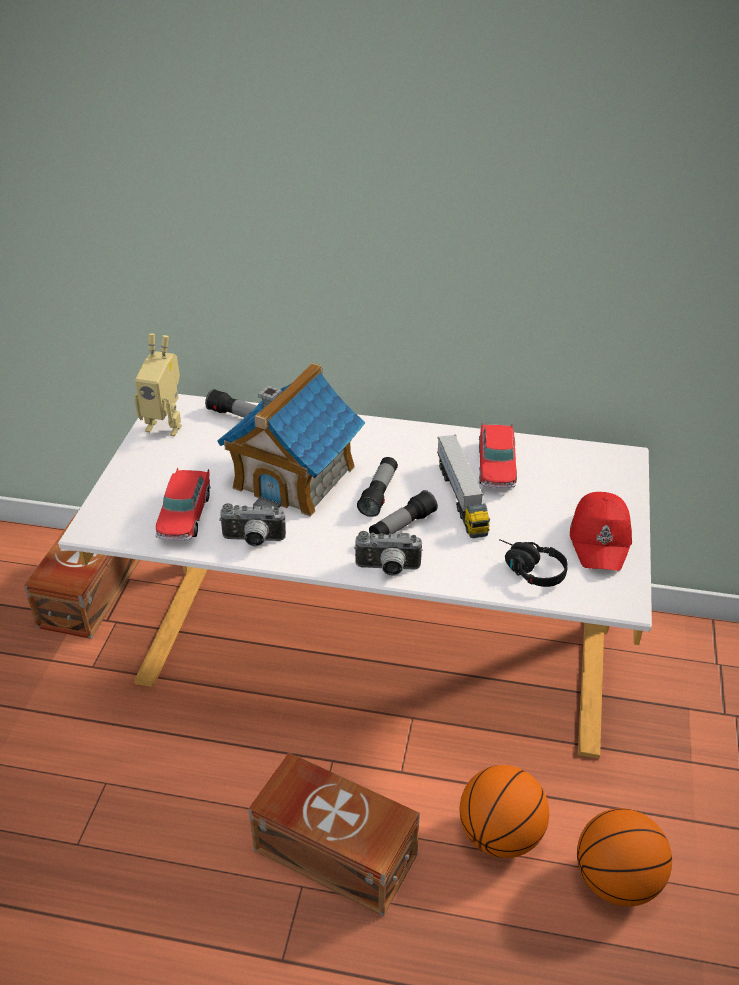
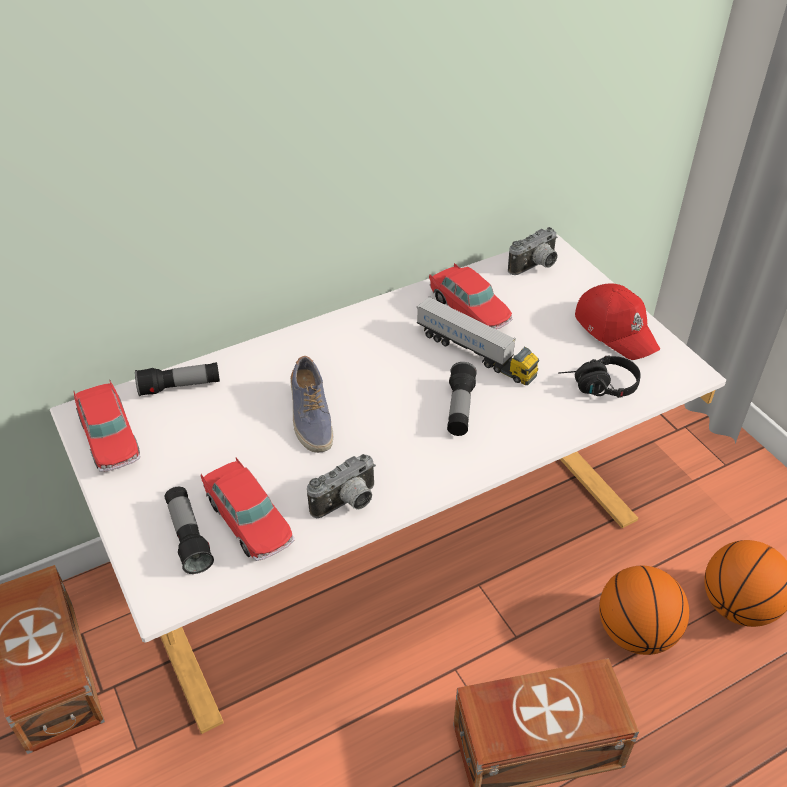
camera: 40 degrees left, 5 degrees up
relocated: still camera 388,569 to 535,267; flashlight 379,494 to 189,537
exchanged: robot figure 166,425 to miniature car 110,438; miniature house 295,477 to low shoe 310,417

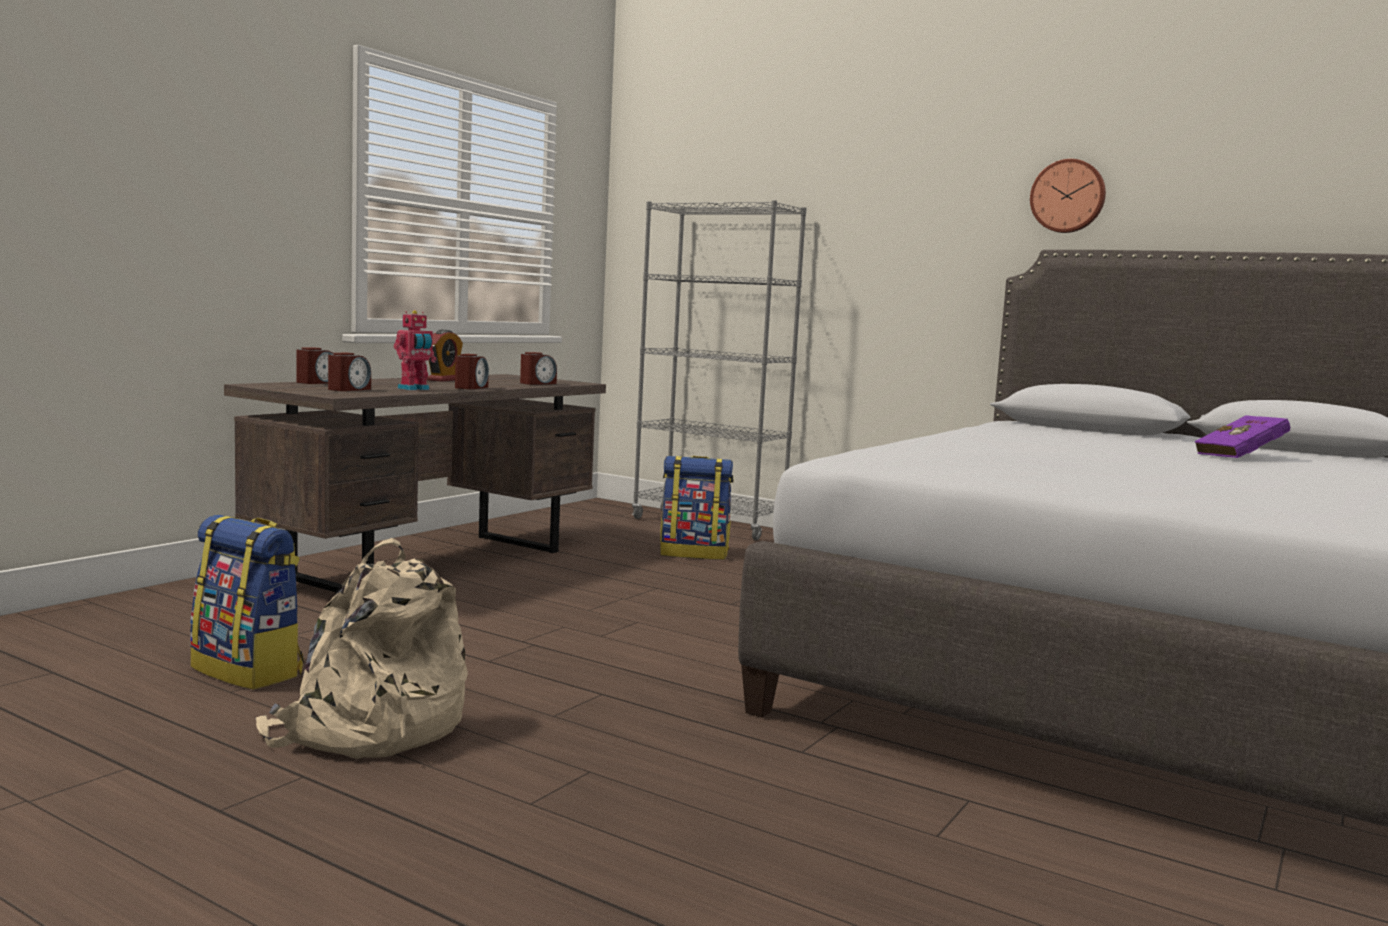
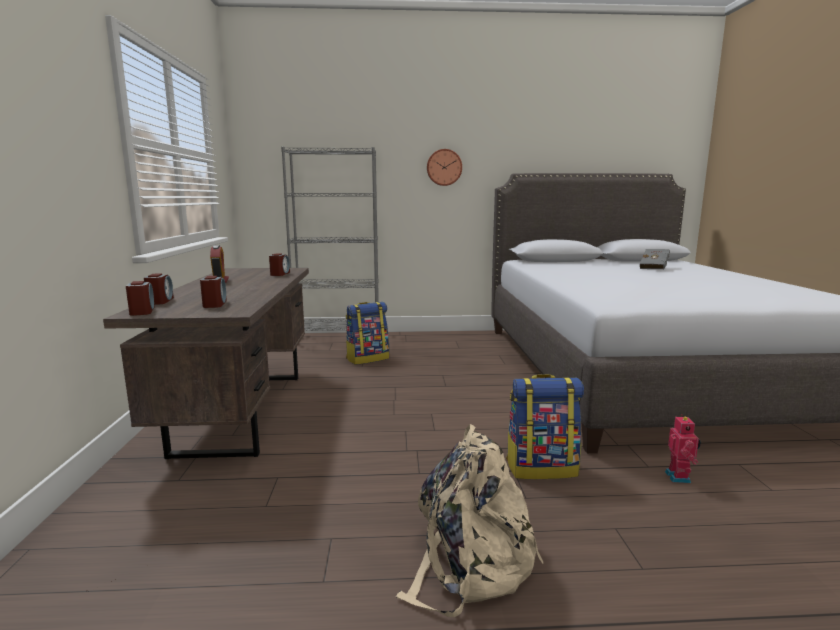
camera: 35 degrees left, 5 degrees up
relocated: knapsack 249,671 to 541,467; robot figure 414,389 to 679,477; table clock 471,387 to 142,311; hanging clock 1068,196 to 444,167
colour: book in purple-coloured 1243,457 to book in gray 654,268

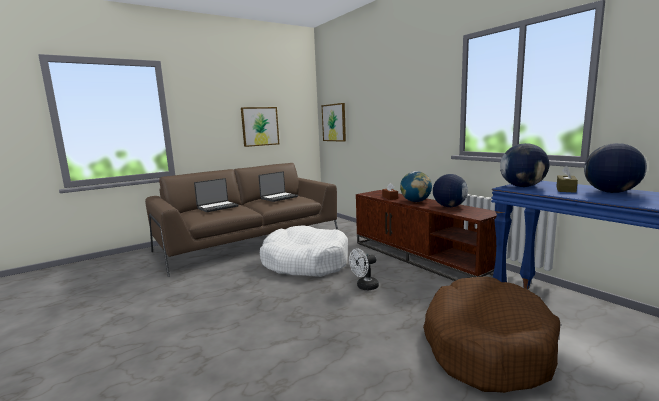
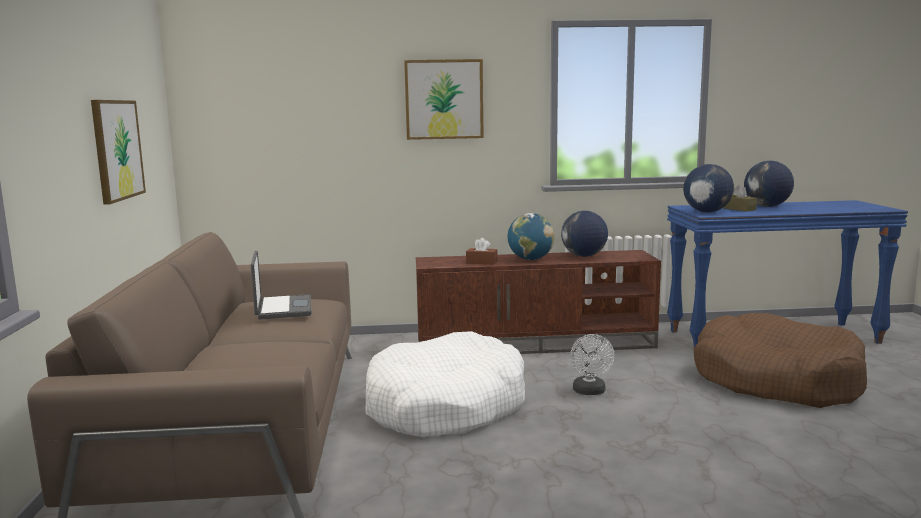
camera: 60 degrees left, 0 degrees up
missing: laptop 217,207
relocated: picture 334,122 to 444,99

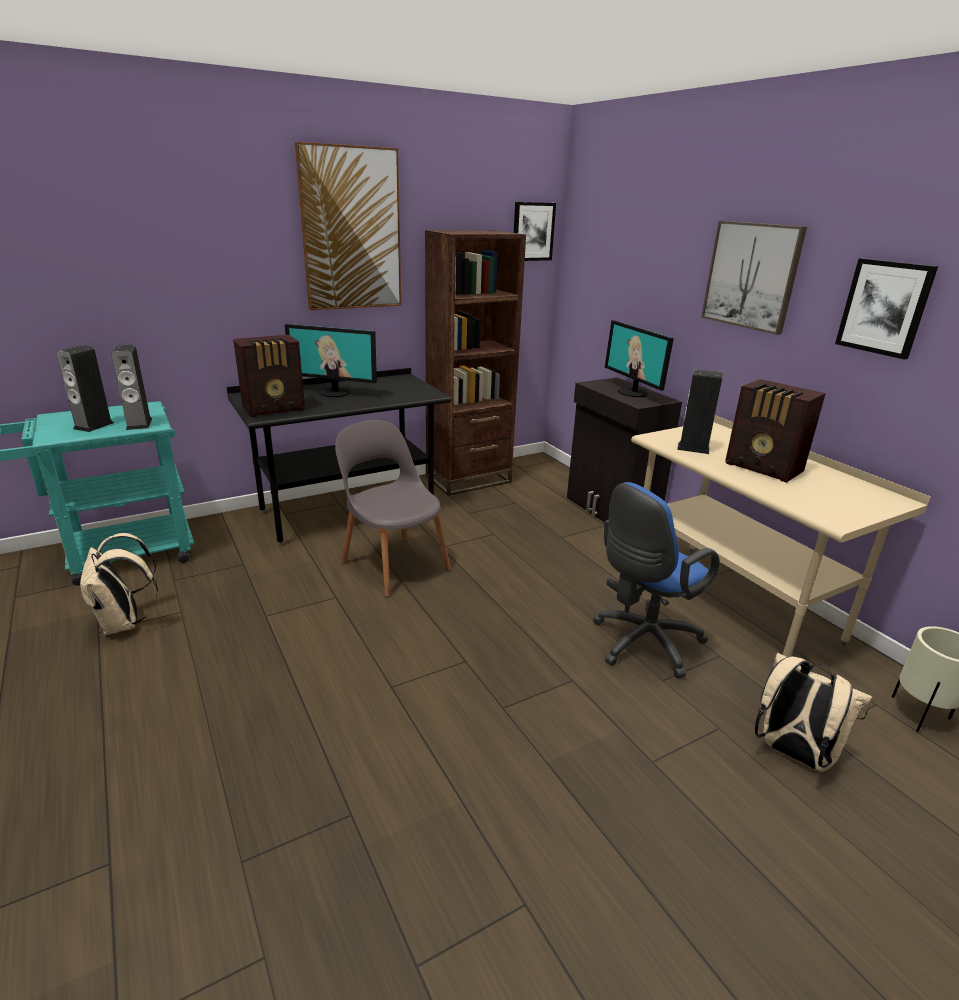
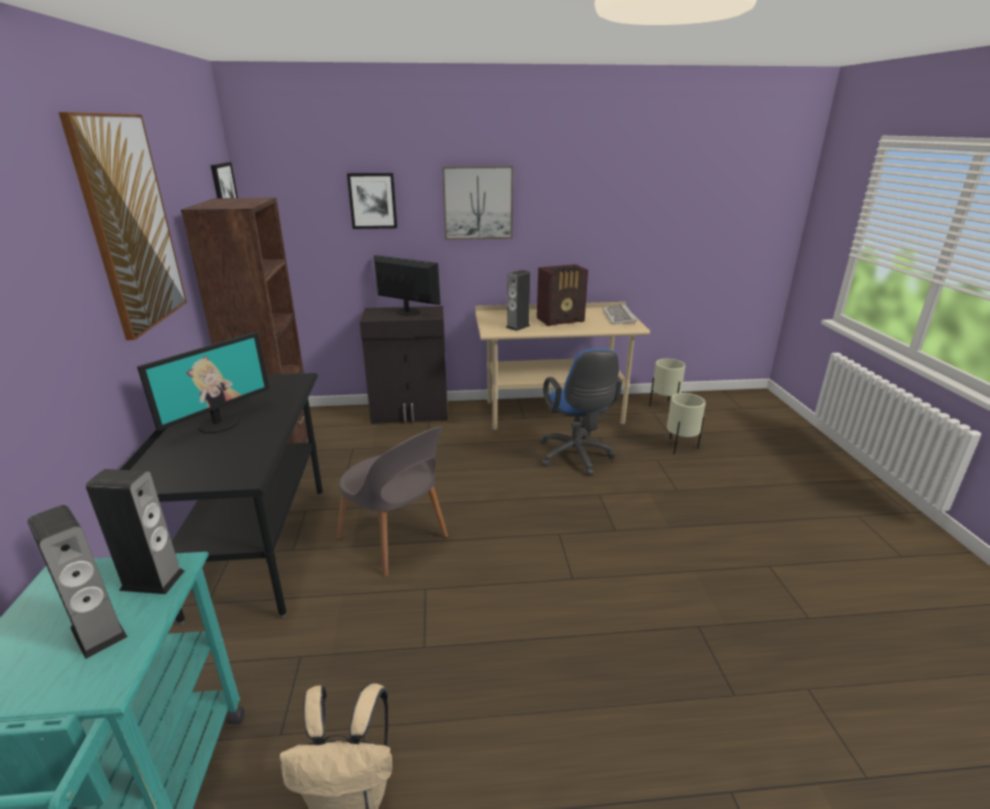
camera: 65 degrees left, 0 degrees up
missing: radio receiver 275,409
appeared: PC keyboard 619,317
relocated: picture 884,307 to 372,201
exchanged: knapsack in beige 792,753 to plant pot in beige 680,447
spun: chair in gray 393,563 = 395,540 120 degrees counterclockwise; computer display 633,392 = 407,312 150 degrees counterclockwise

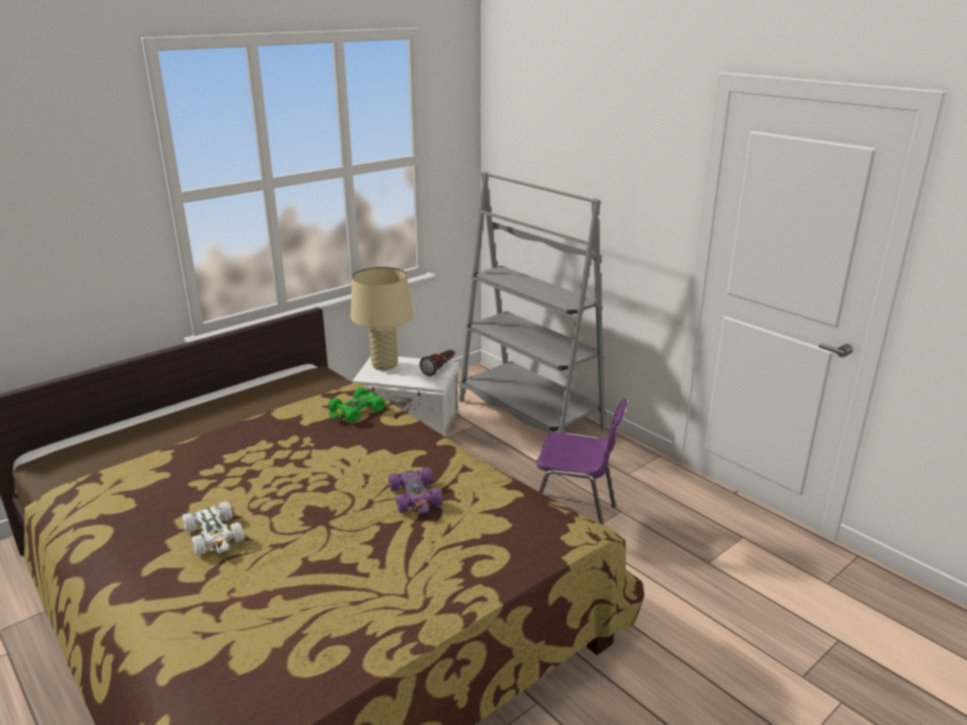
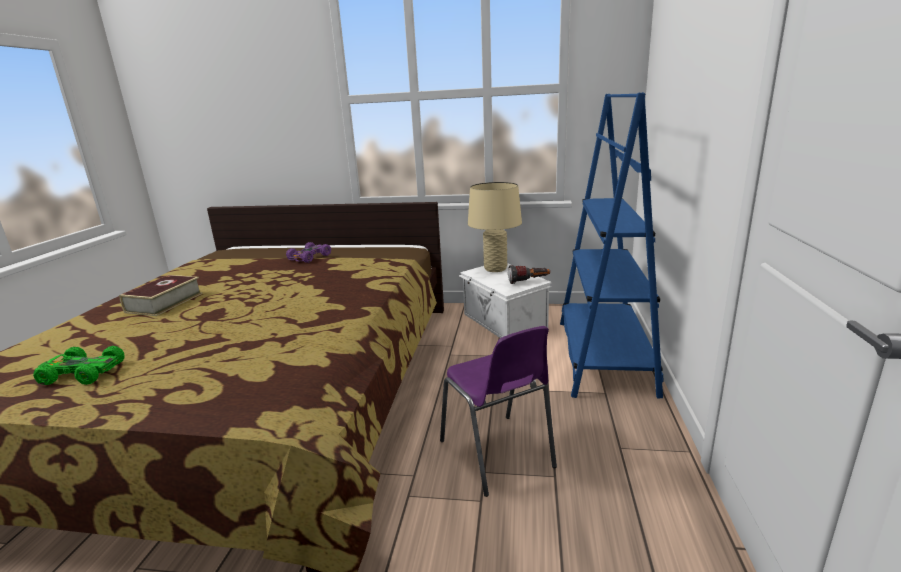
camera: 50 degrees right, 5 degrees down
relocated: miniature car in green-coloured 356,411 to 82,373; miniature car in purple-coloured 416,498 to 309,257
exchanged: miniature car in white 215,536 to book 164,302
colour: bookshelf in gray 529,415 to bookshelf in blue-coloured 603,356

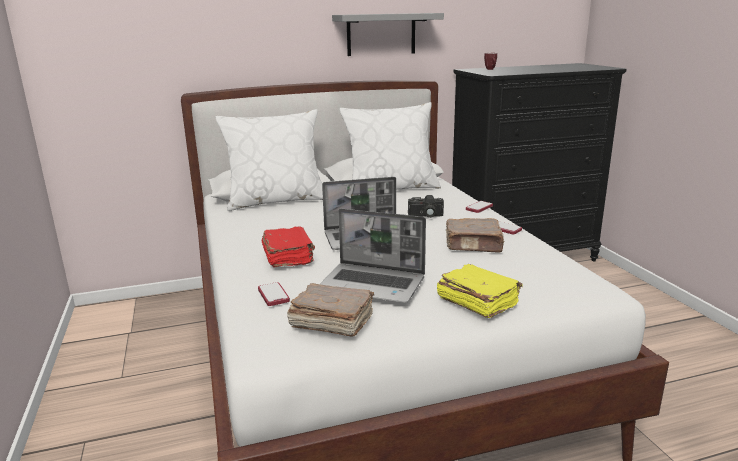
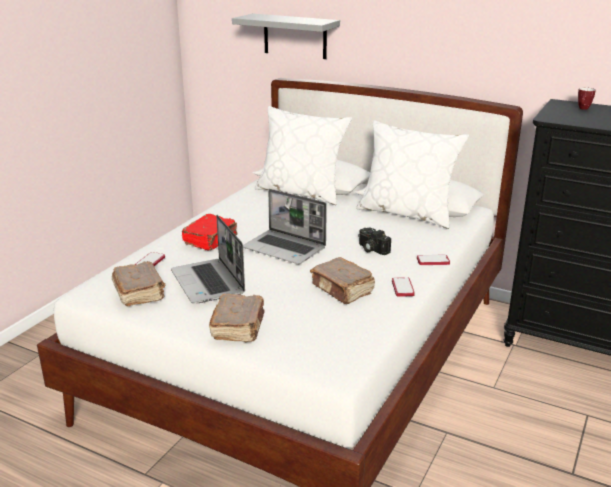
camera: 45 degrees right, 5 degrees up
relocated: bracket shelf in gray 381,34 to 295,36
colour: book in yellowish 477,302 to book in brown 239,327

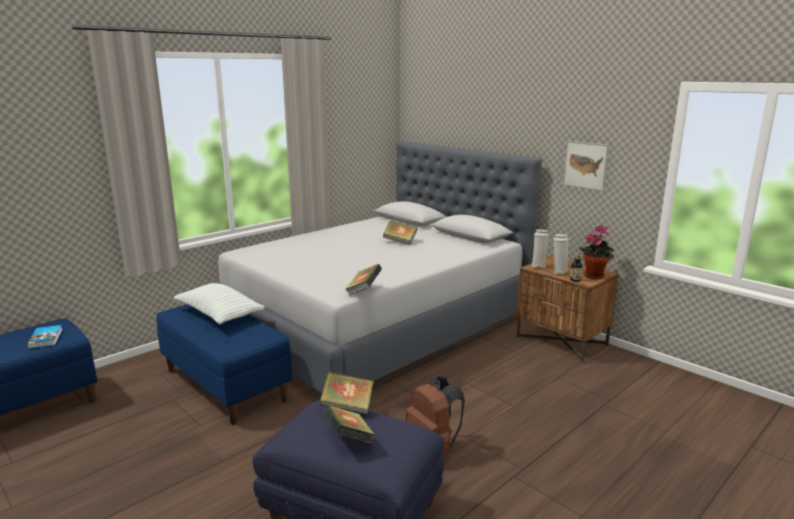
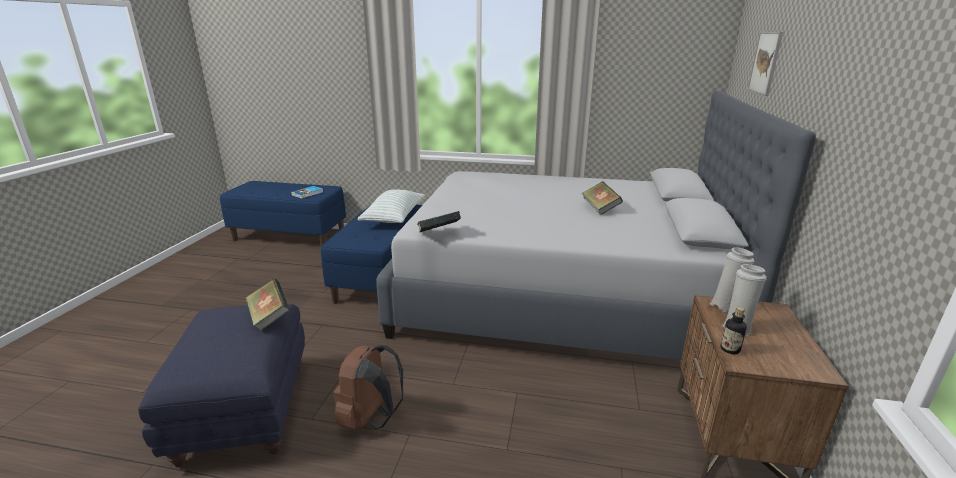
camera: 55 degrees right, 5 degrees up
missing: book 349,439; houseplant 595,275
relocated: picture 585,165 to 765,62

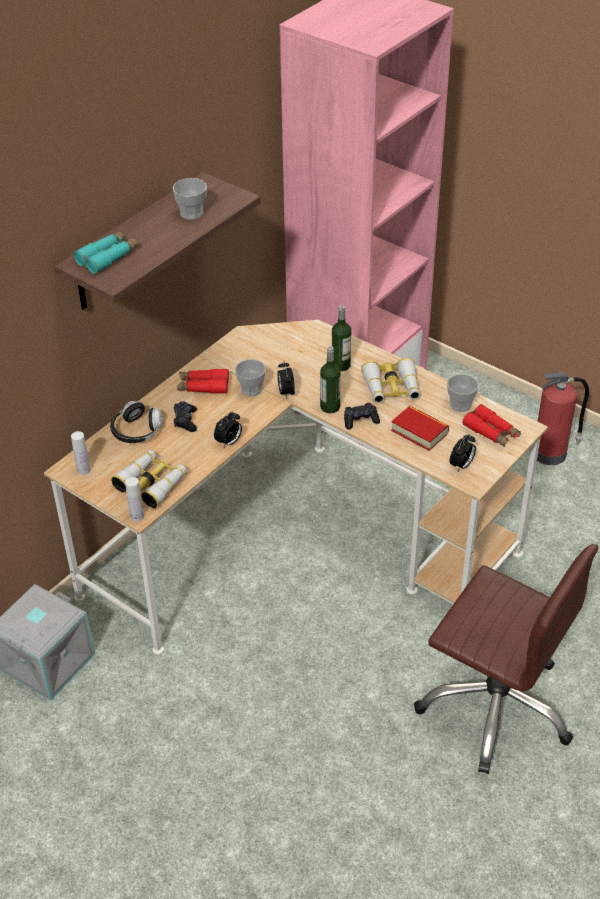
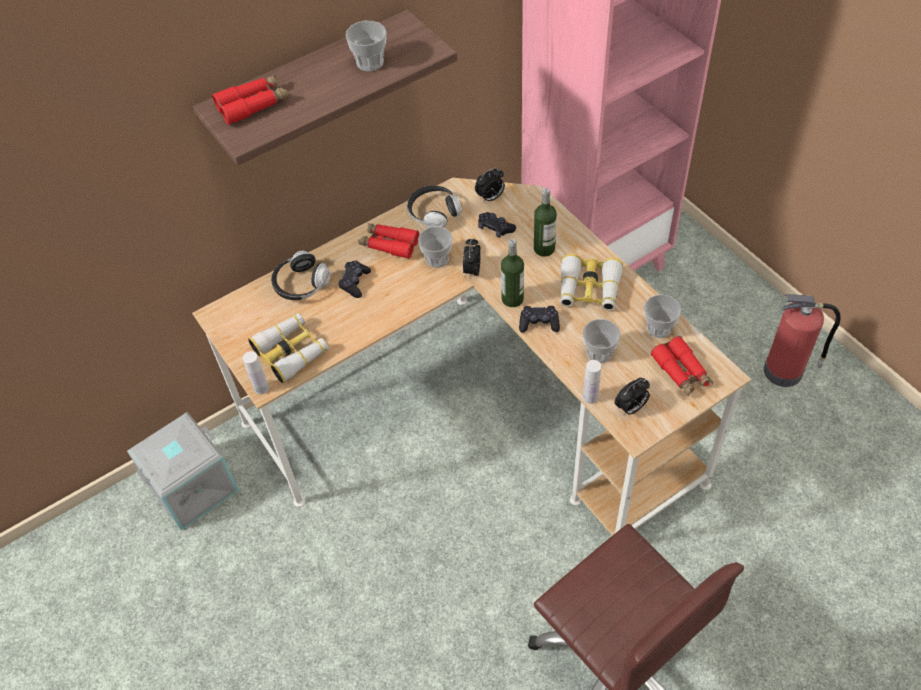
camera: 20 degrees right, 10 degrees up
appeared: headset 434,213; game controller in black-coloured 495,228
relocated: bottle in white 83,470 to 590,397; table clock 229,442 to 490,198
exchanged: book 419,432 to drinking cup 599,353
colour: binoculars in turquoise-coloured 108,257 to binoculars in red-coloured 253,105

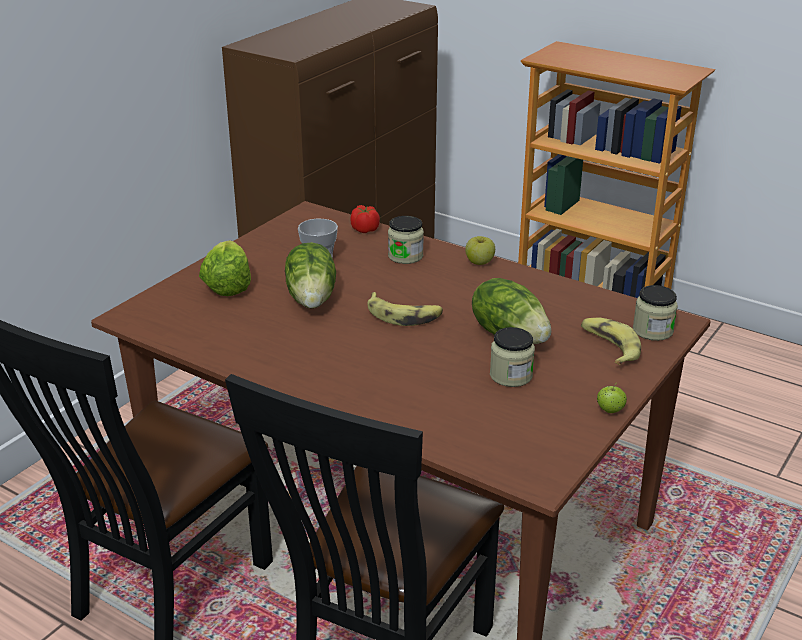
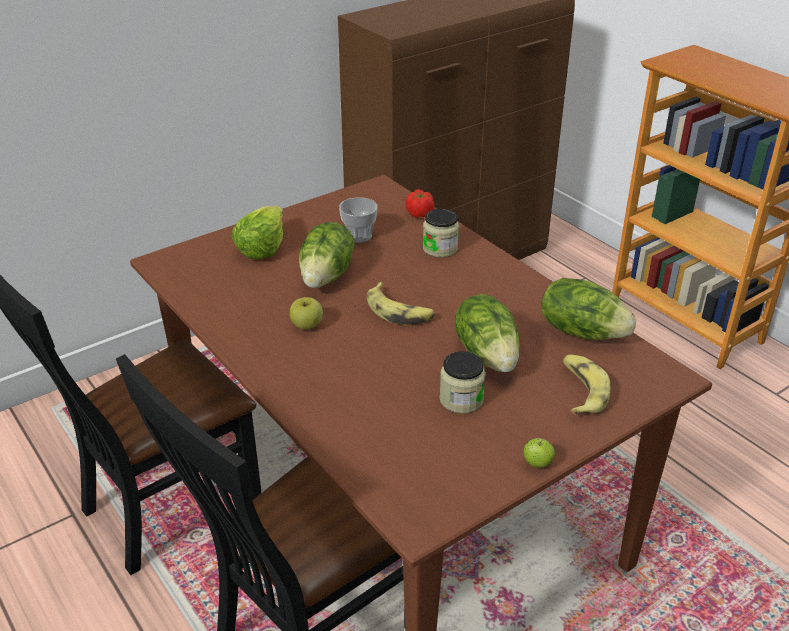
camera: 20 degrees right, 5 degrees up
missing: storage jar 652,330
appeared: lettuce head 582,331
relocated: whole apple 480,262 to 307,325

